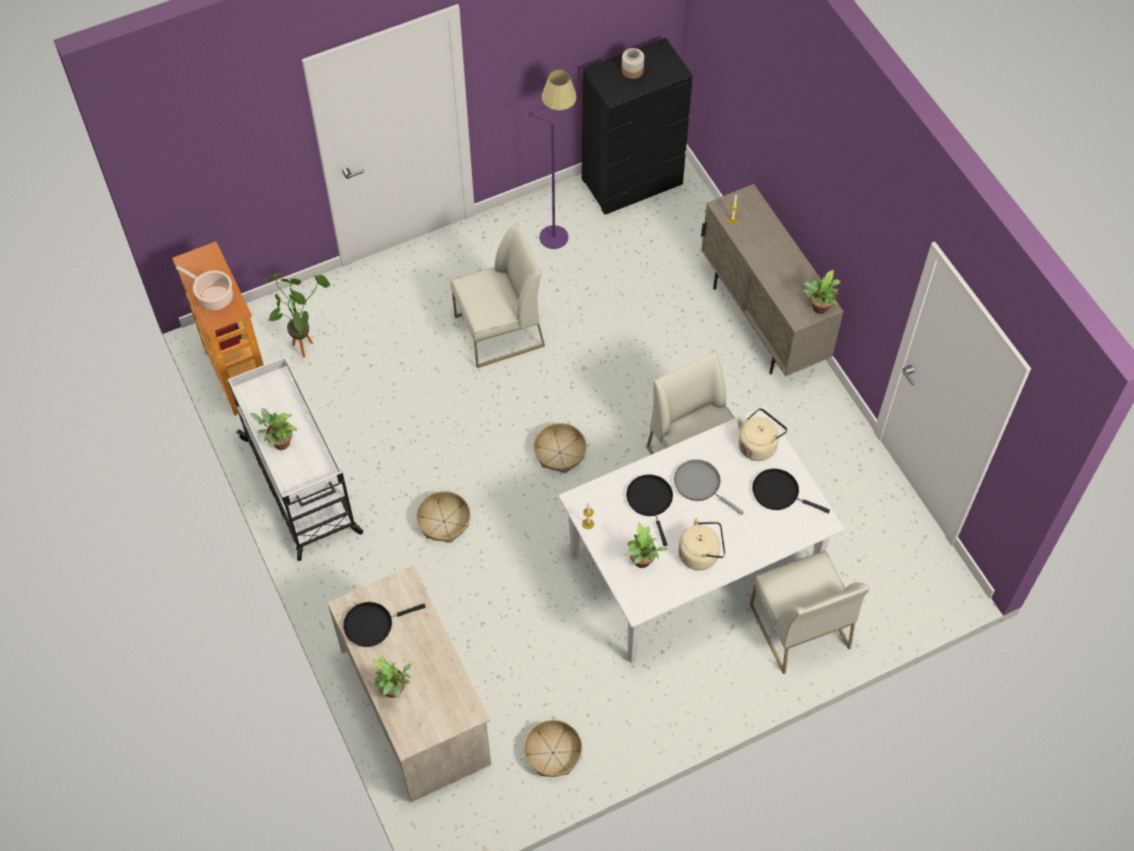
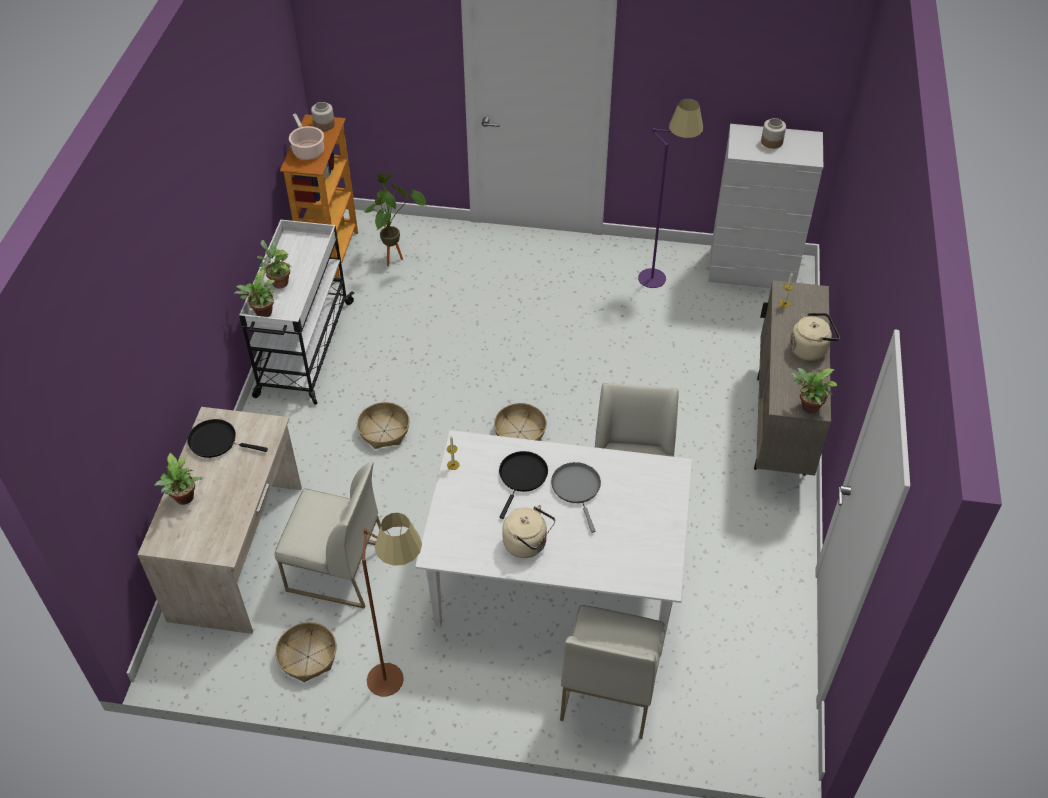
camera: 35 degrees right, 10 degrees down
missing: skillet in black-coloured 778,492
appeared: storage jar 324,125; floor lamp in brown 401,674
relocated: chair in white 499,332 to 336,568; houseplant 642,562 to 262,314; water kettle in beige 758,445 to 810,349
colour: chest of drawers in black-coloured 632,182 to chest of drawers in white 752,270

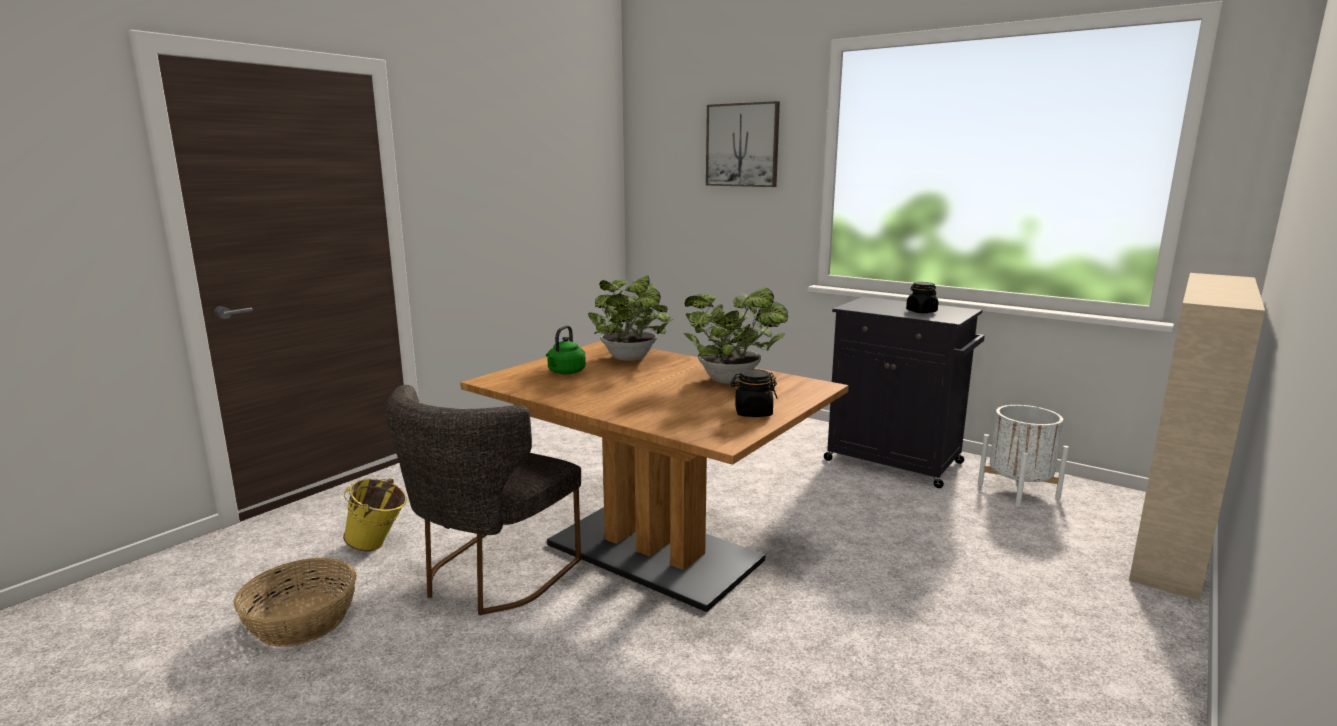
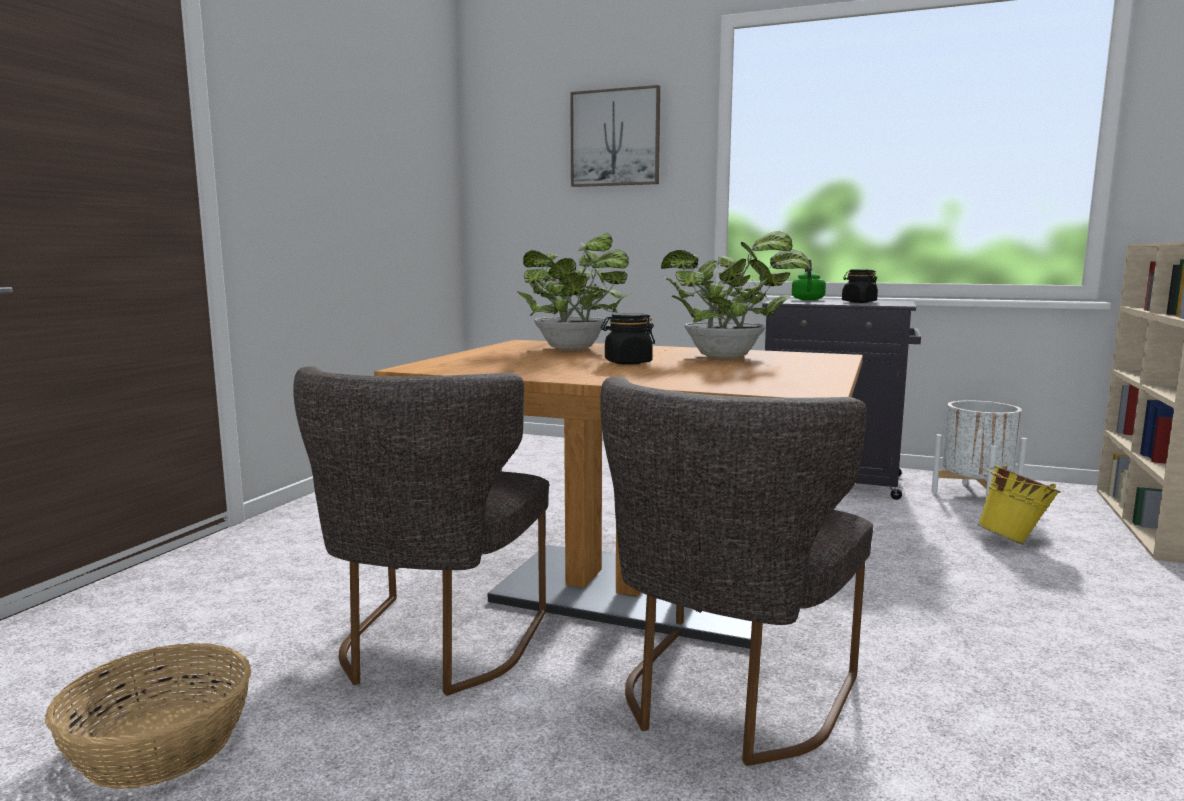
camera: 15 degrees left, 5 degrees down
appeared: chair in gray 727,700
relocated: water bucket in yellowish 378,546 to 1014,541; water kettle in green-coloured 565,372 to 808,300; storage jar in black-coloured 753,413 to 627,362

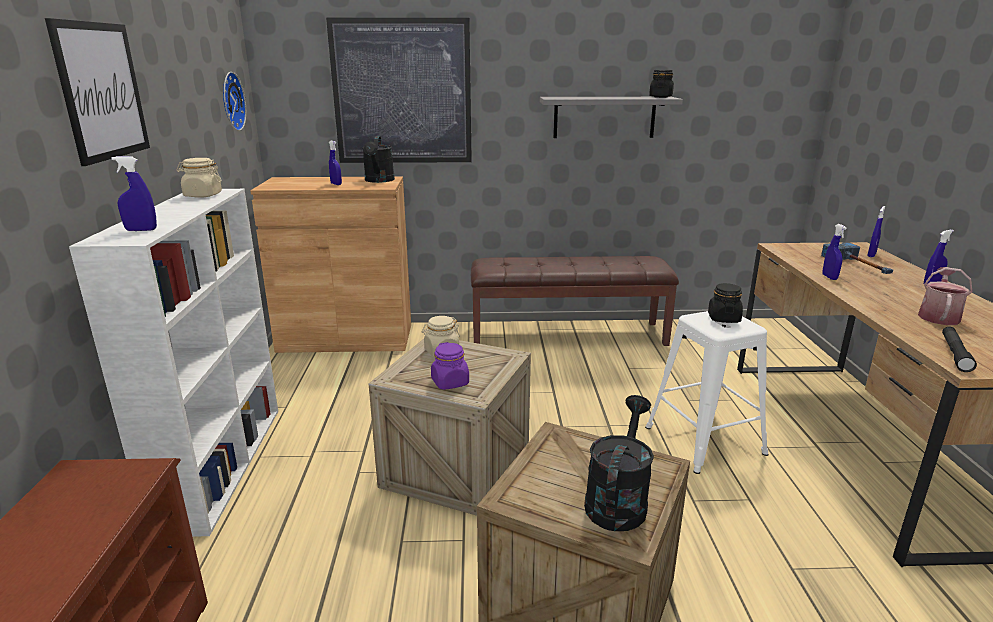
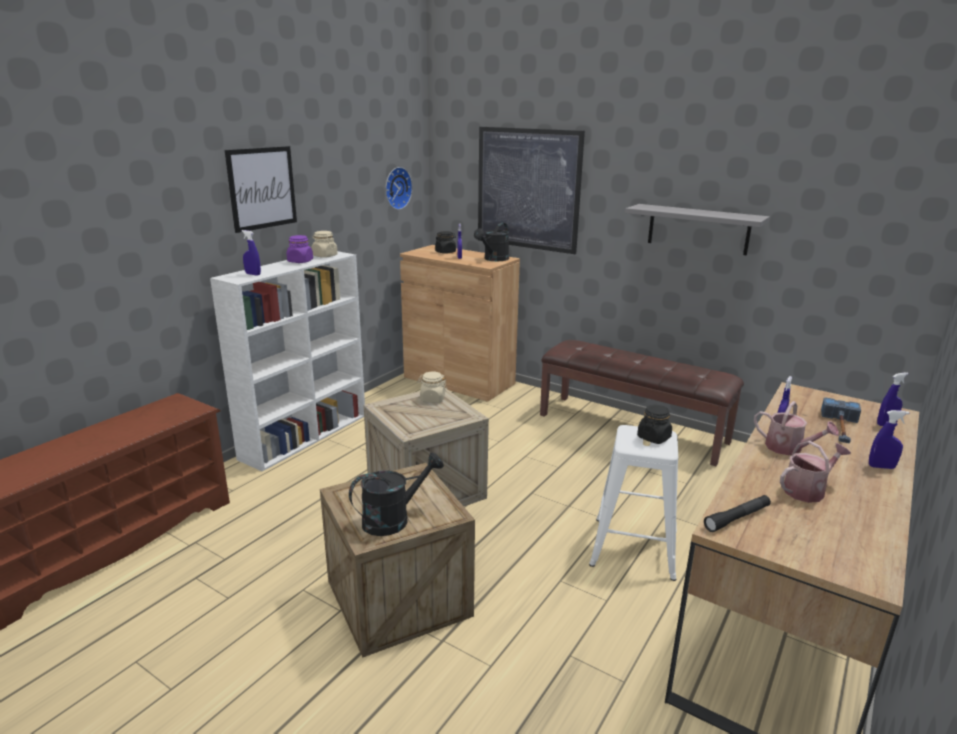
camera: 35 degrees right, 0 degrees up
appeared: watering pot 788,449
relocated: storage jar in purple-coloured 450,382 to 300,261; storage jar in black-coloured 660,97 to 445,252

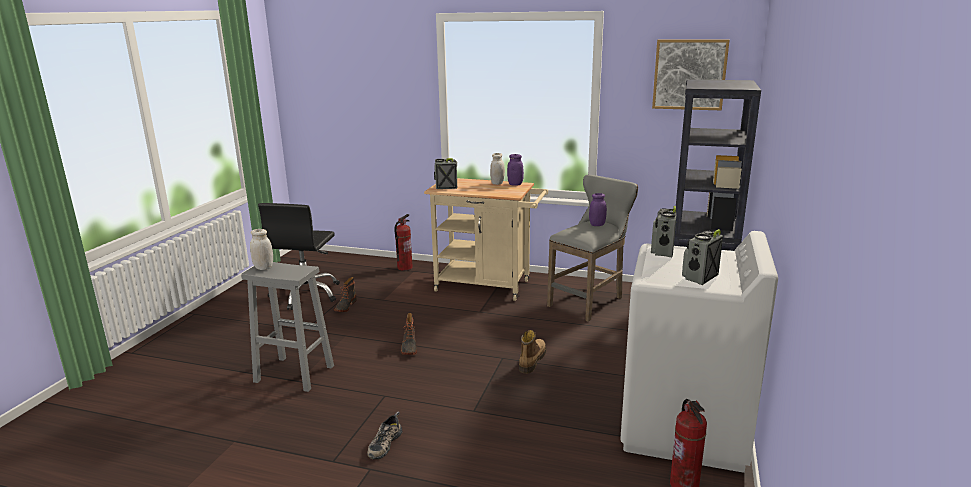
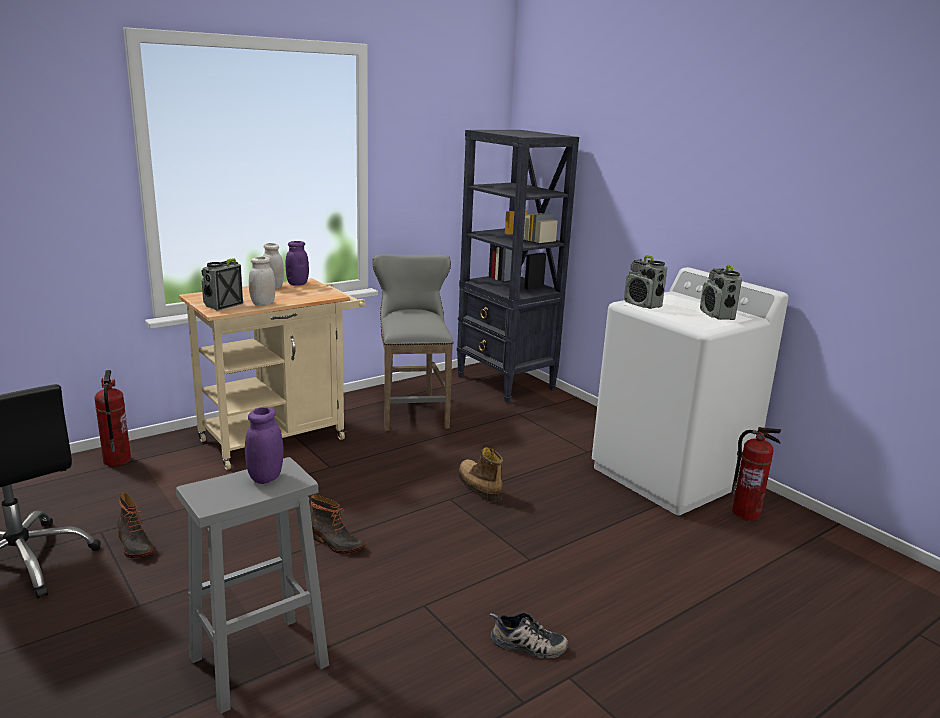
camera: 55 degrees left, 0 degrees up
missing: picture 689,74
relocated: storage jar in white 263,268 to 263,304; storage jar in purple-coloured 597,225 to 266,477
spun: low shoe 384,443 = 527,645 45 degrees counterclockwise

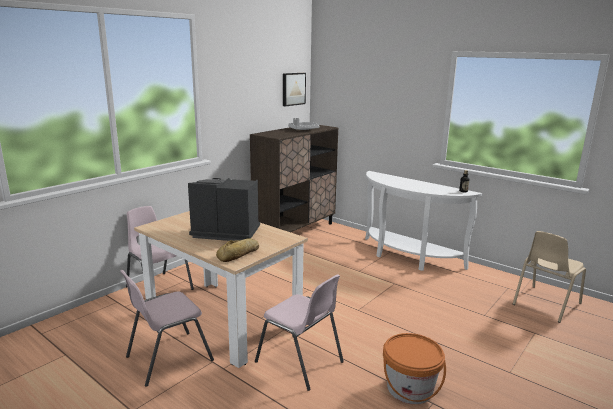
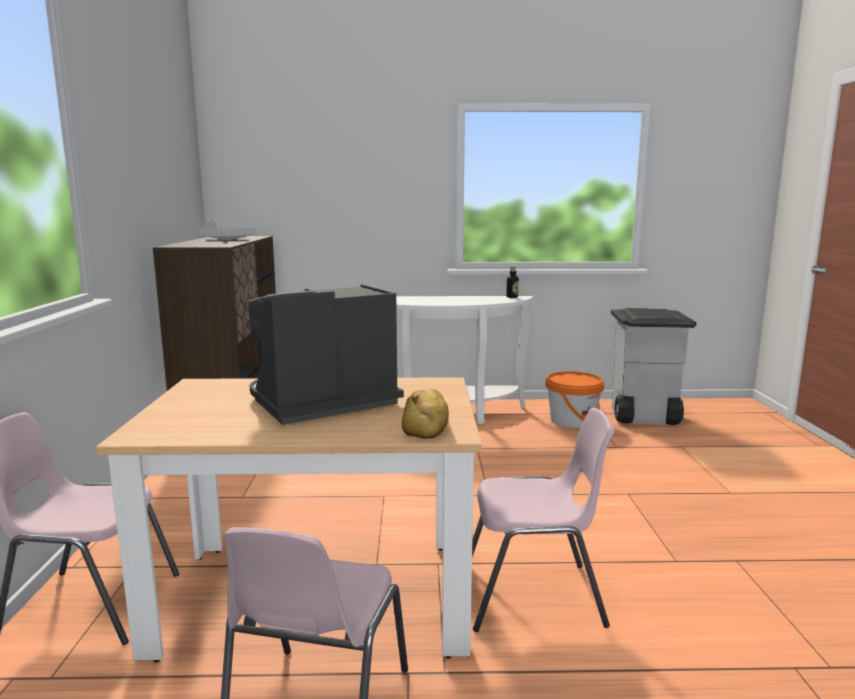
camera: 40 degrees left, 5 degrees down
missing: picture 293,89
relocated: water bucket in orange-coloured 410,388 to 572,421
exchanged: chair in beige 545,304 to rubbish bin in gray 642,417

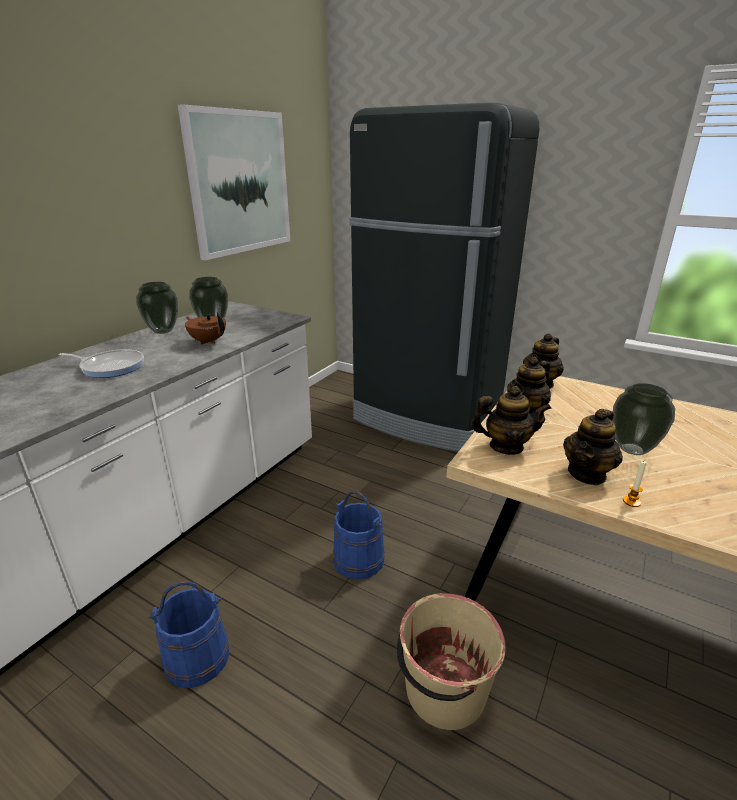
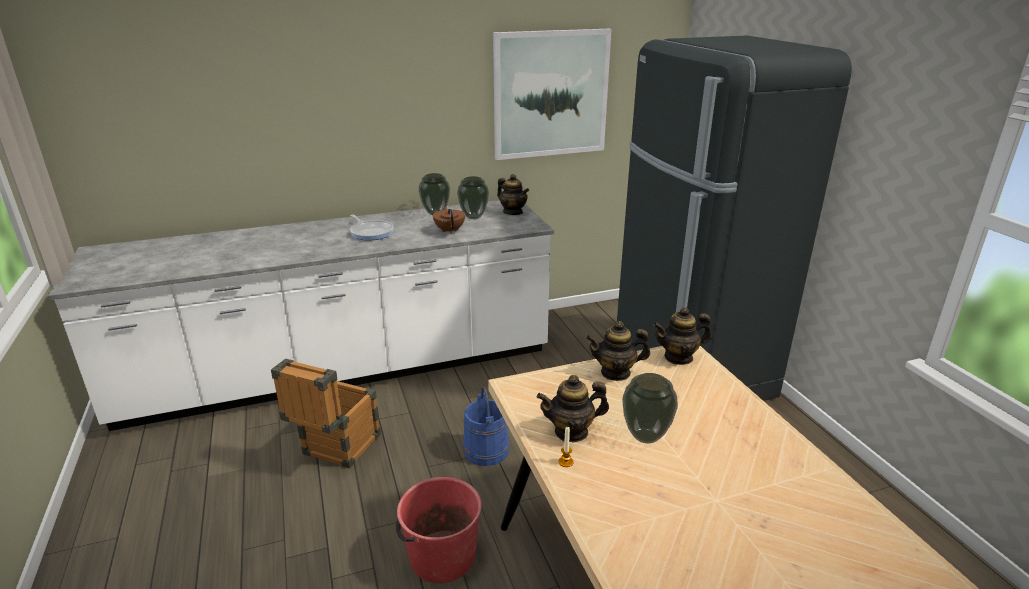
camera: 40 degrees right, 0 degrees up
relocated: pot for tea 506,447 to 513,212
exchanged: water bucket in blue-coloured 197,658 to packing crate 336,450
colour: water bucket in beige 443,691 to water bucket in red-coloured 441,556

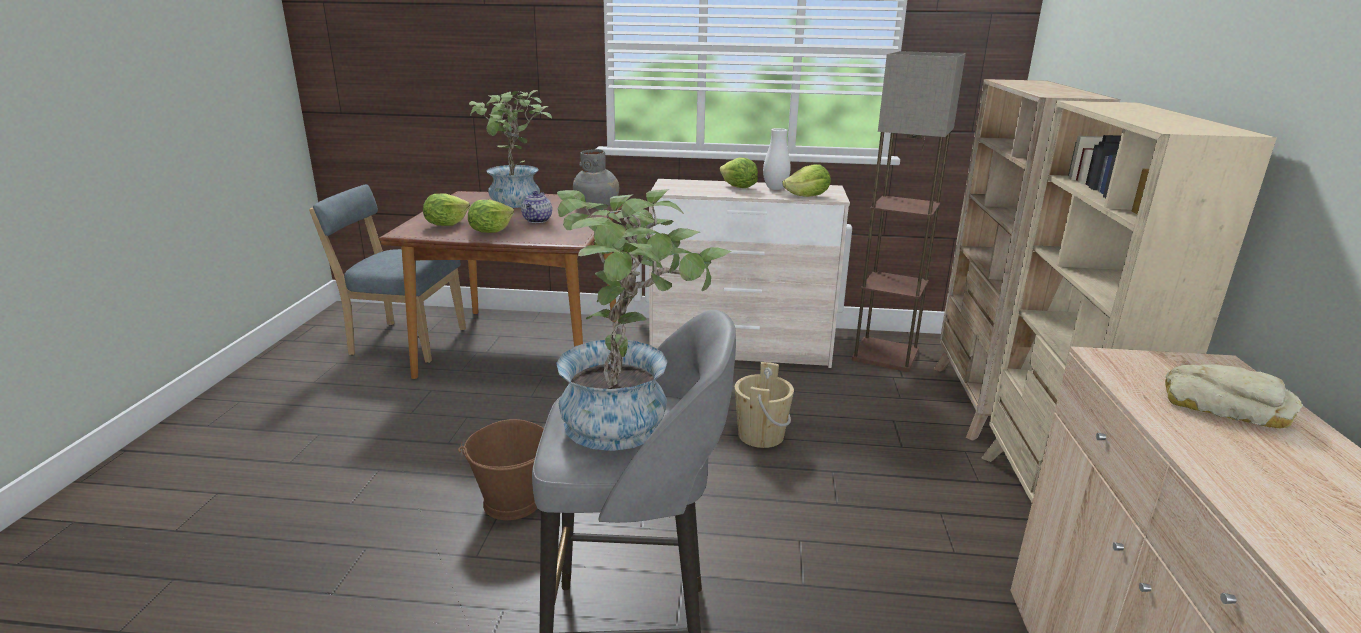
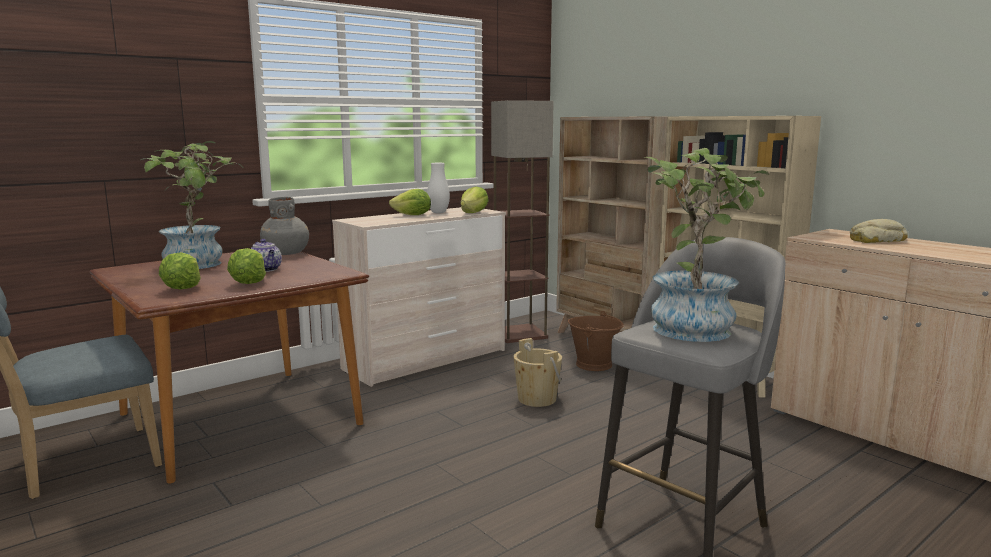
camera: 45 degrees left, 10 degrees down
relocated: water bucket in brown 513,502 to 594,364

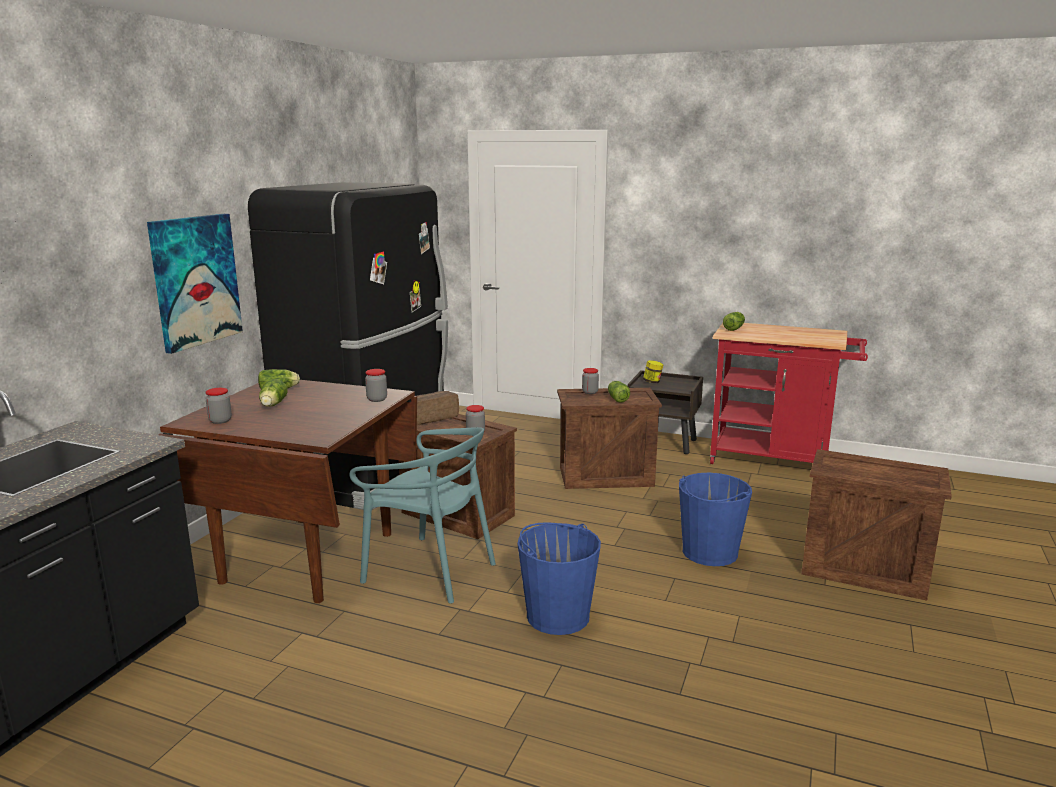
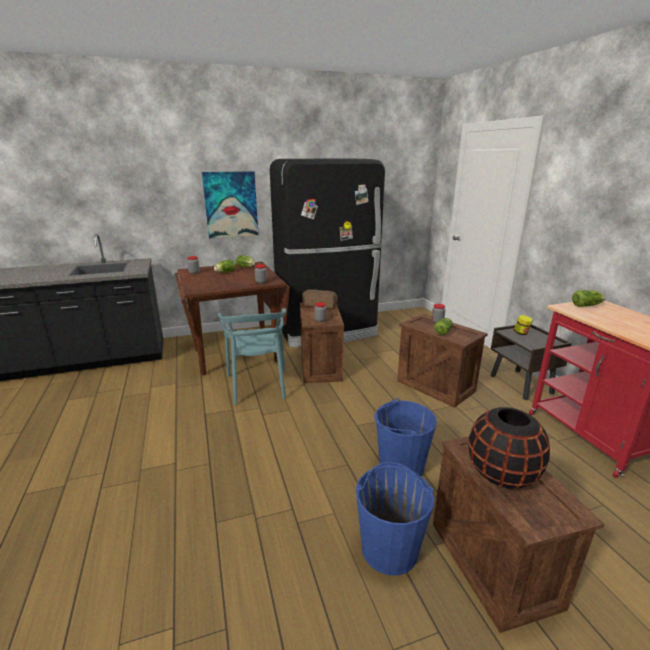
camera: 50 degrees right, 5 degrees up
appeared: flower vase in black-coloured 501,474
relocated: water bucket in blue-coloured 557,616 to 389,548

